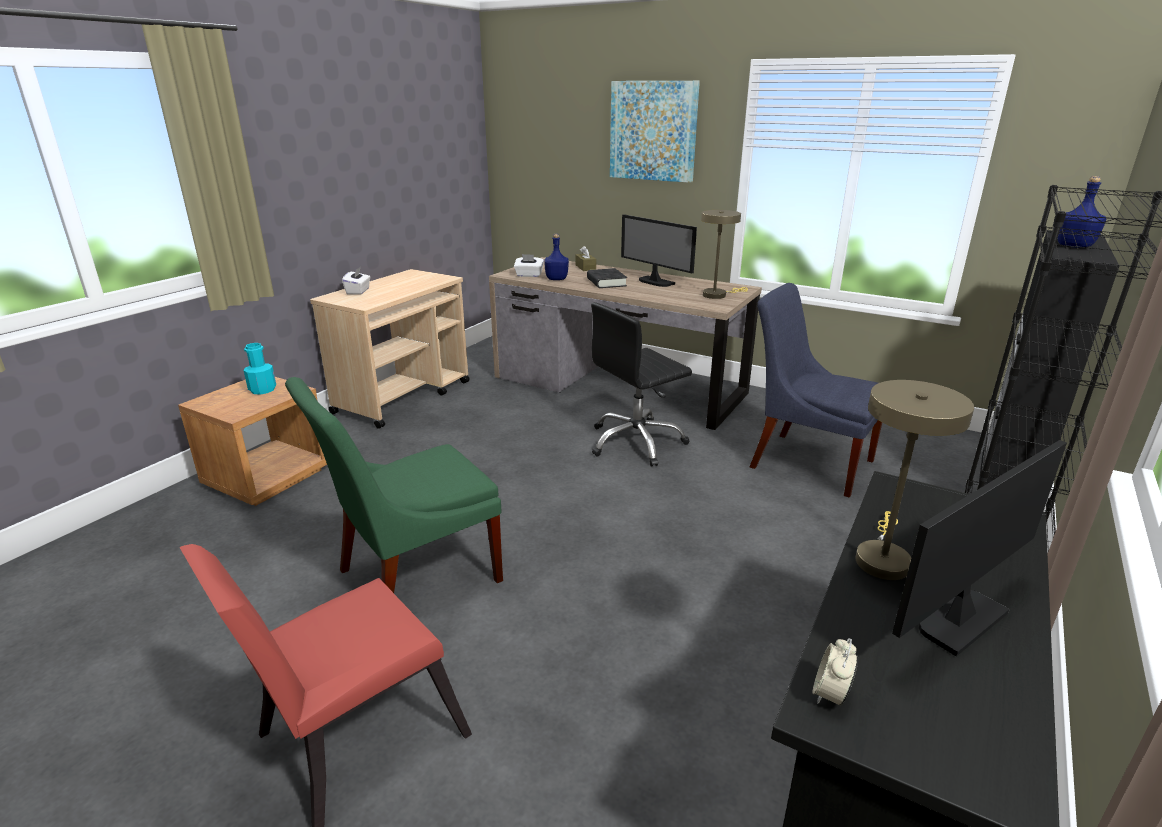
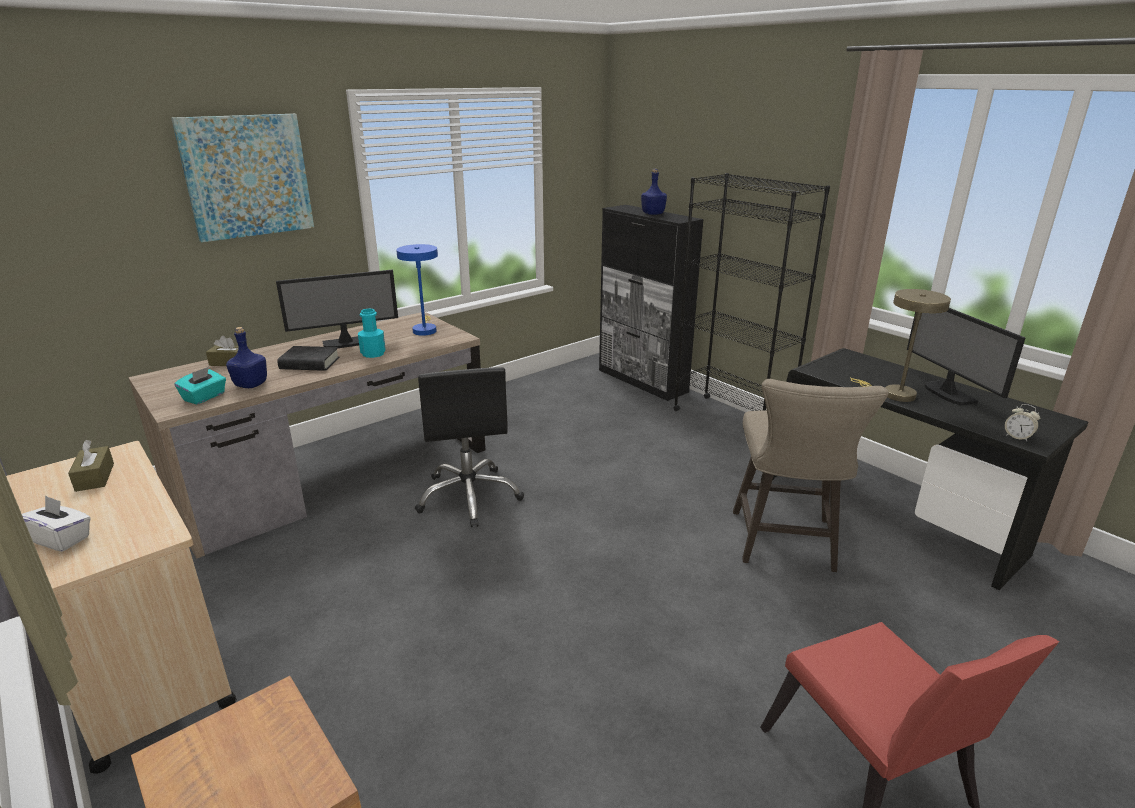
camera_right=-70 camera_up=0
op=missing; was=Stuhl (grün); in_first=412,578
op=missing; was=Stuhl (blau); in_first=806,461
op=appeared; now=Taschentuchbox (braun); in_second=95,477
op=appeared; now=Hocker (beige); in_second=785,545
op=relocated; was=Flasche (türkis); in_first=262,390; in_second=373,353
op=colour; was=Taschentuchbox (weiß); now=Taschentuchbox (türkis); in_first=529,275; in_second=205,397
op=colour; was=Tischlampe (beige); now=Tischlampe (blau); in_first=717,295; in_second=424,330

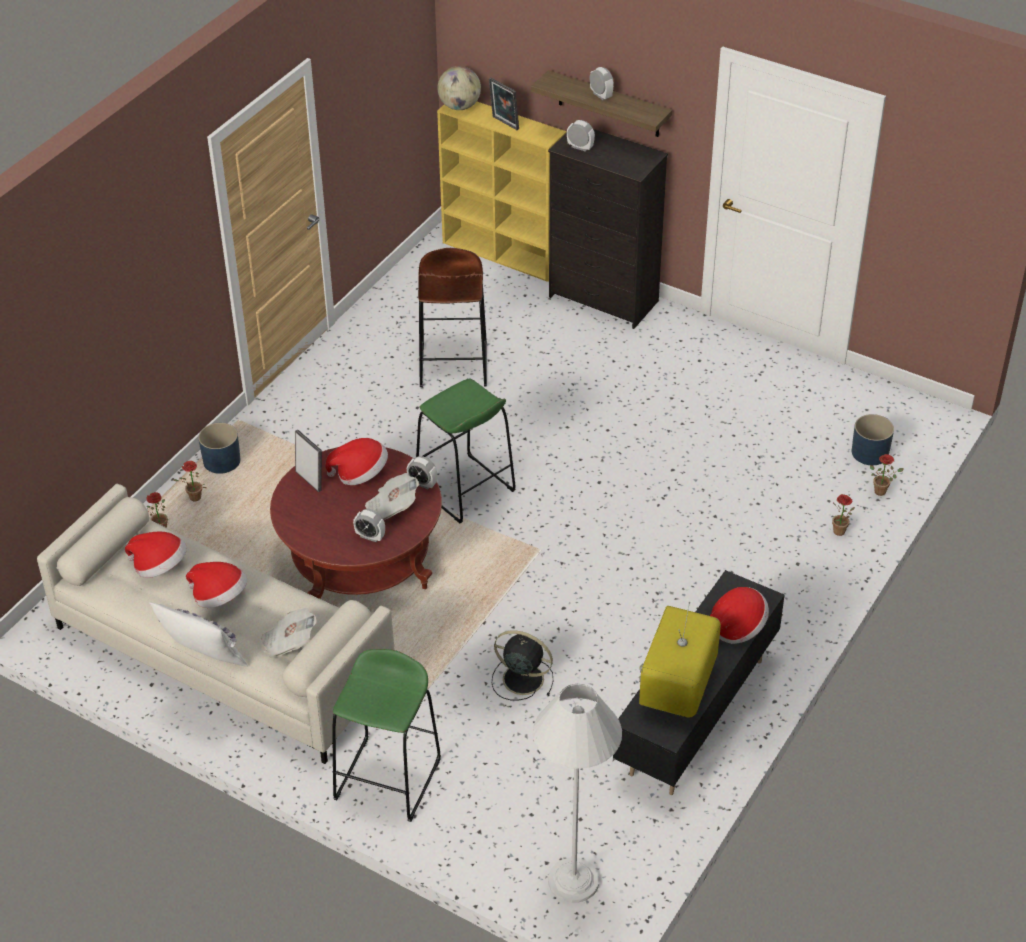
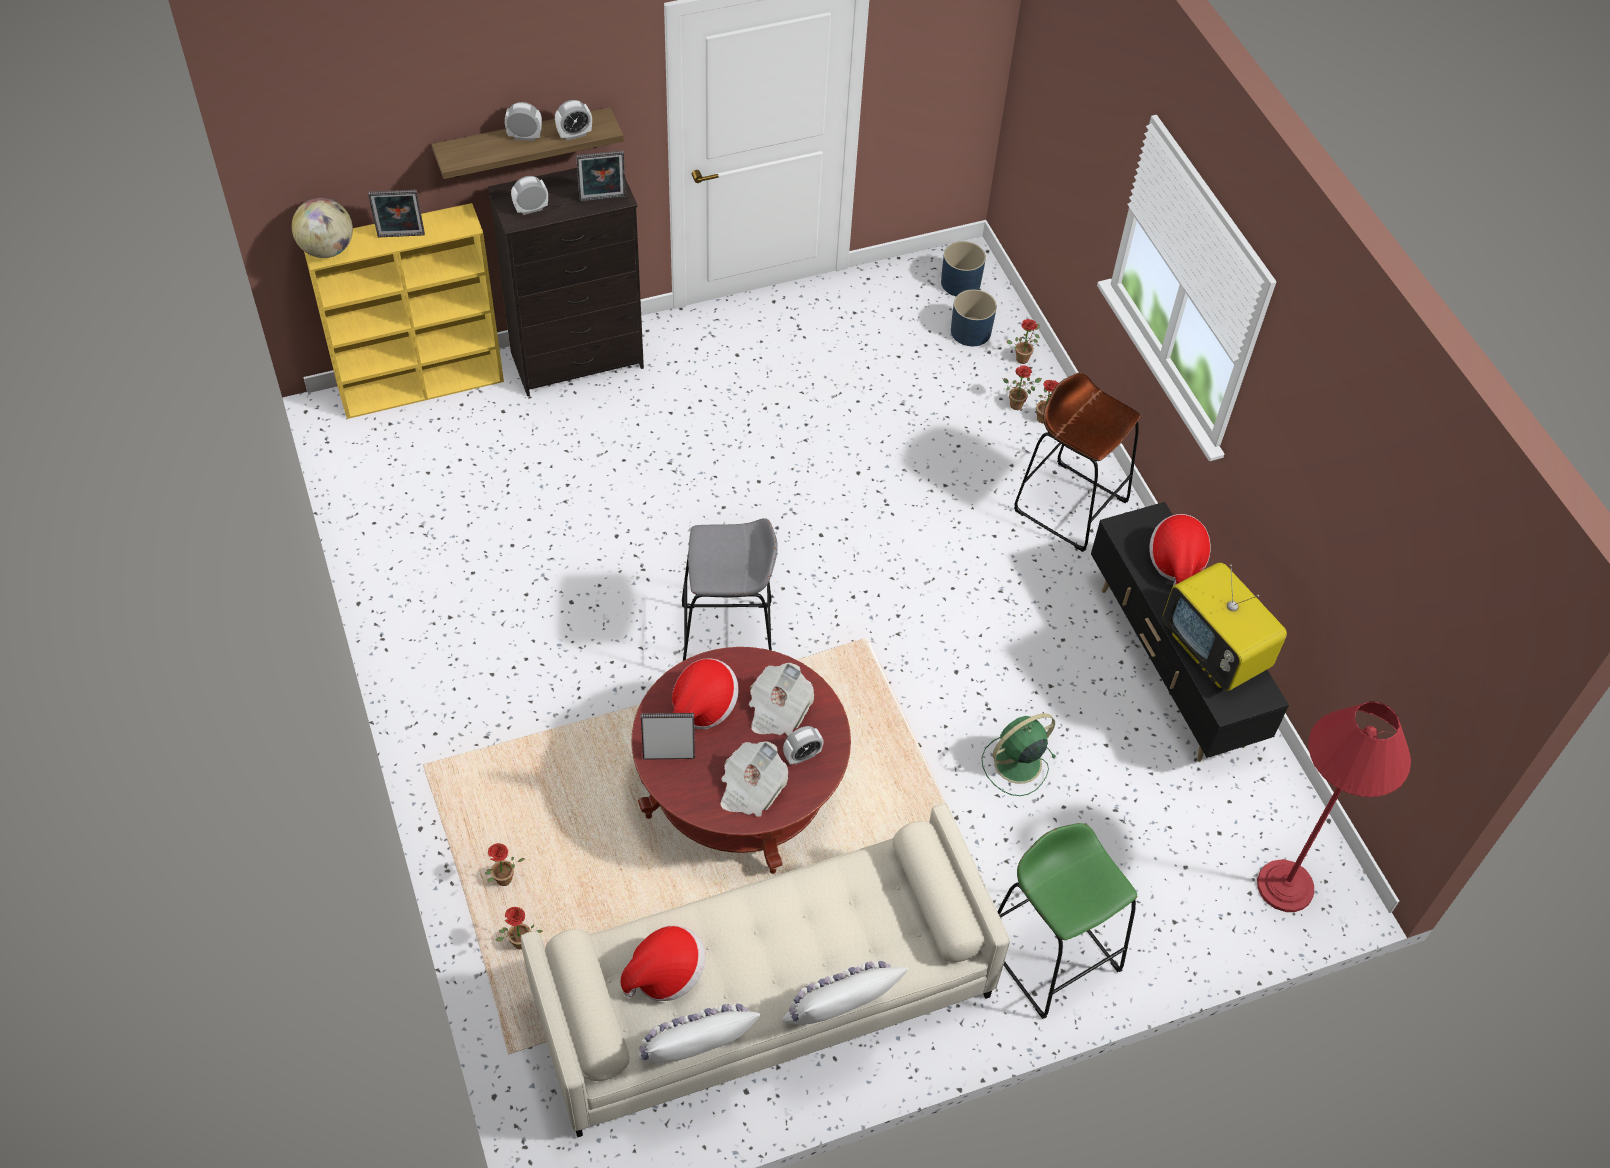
camera_right=-55 camera_up=10
op=missing; was=Hut; in_first=220,598
op=appeared; now=Bilderrahmen; in_second=602,200
op=appeared; now=Kissen (weiß); in_second=698,1057
op=appeared; now=Topfpflanze; in_second=1018,404
op=relocated; was=Pflanzkübel (blau); in_first=222,461; in_second=960,283
op=relocated; was=Zeitung; in_first=289,642; in_second=750,789
op=relocated; was=Wecker; in_first=422,483; in_second=574,134
op=relocated; was=Hocker (braun); in_first=454,365; in_second=1070,505
op=colour; was=Hocker (grün); now=Hocker (grau); in_first=465,489; in_second=727,641
op=colour; was=Ventilator (schwarz); now=Ventilator (grün); in_first=521,678; in_second=1015,764
op=colour; was=Stehlampe (weiß); now=Stehlampe (rot); in_first=573,880; in_second=1285,886

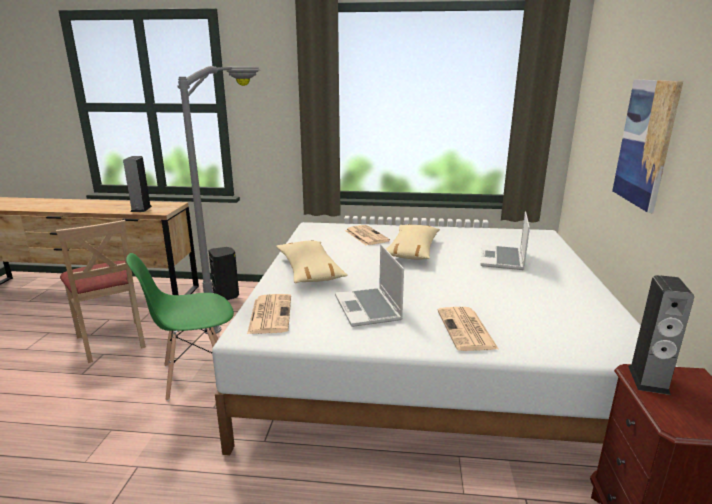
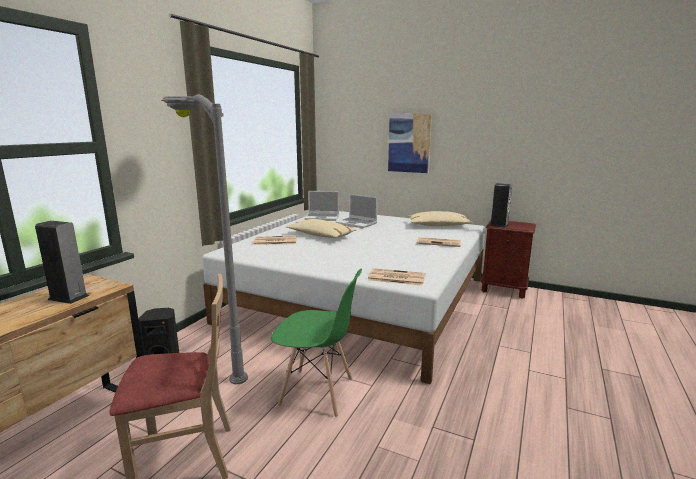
camera_right=-70 camera_up=-5
op=relocated; was=Kissen (beige); in_first=309,270; in_second=438,225
op=relocated; was=Laptop; in_first=369,309; in_second=322,217
op=spun; was=Stuhl (grün); in_first=196,375; in_second=317,392; clockwise=-75

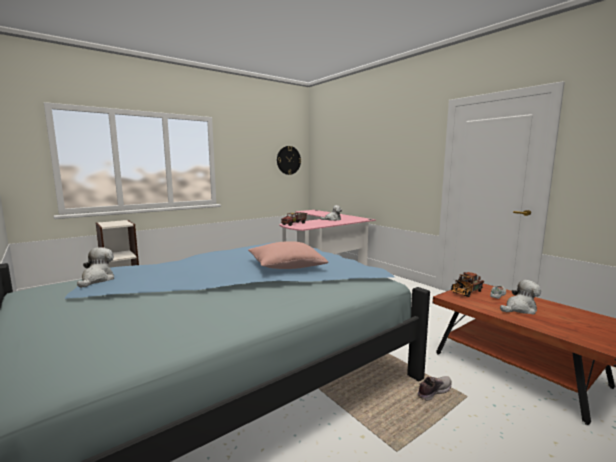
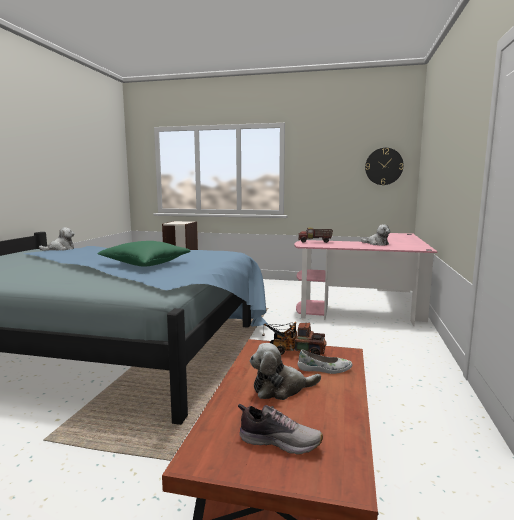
camera_right=50 camera_up=0
op=relocated; was=Schuh; in_first=433,391; in_second=279,441
op=colour; was=Kissen (rosa); now=Kissen (grün); in_first=285,266; in_second=145,264
op=spun; was=Plüschtier; in_first=520,309; in_second=281,388; clockwise=135

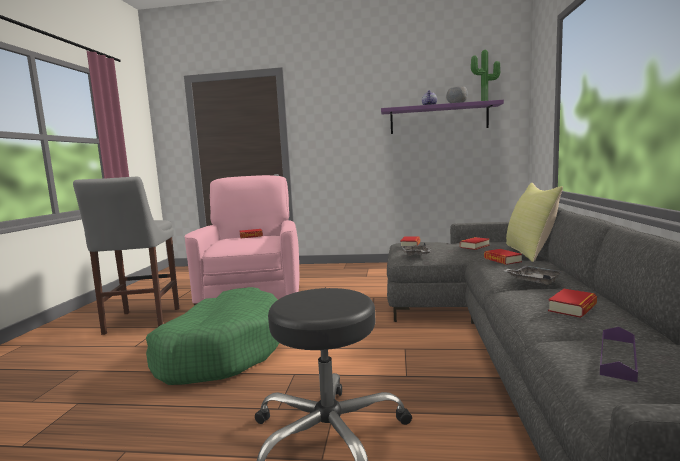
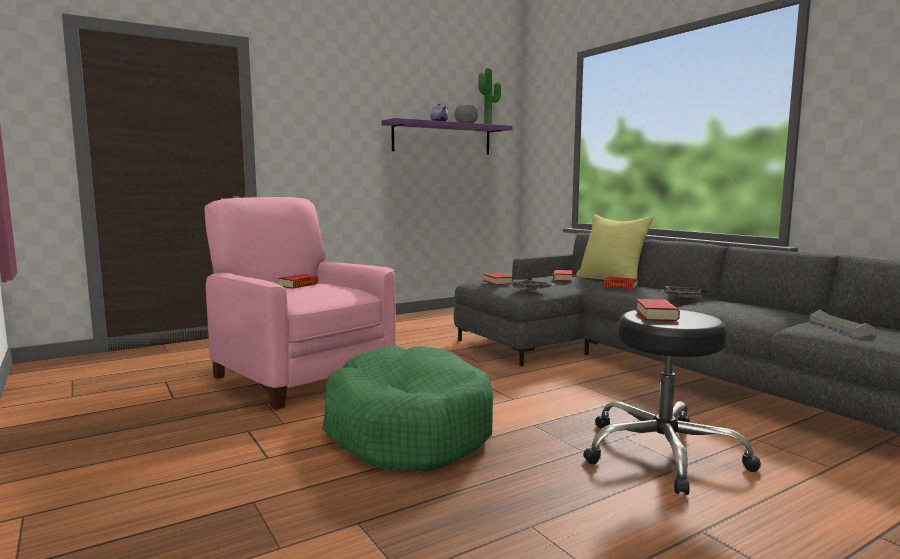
camera_right=-40 camera_up=0
op=missing; was=Hocker (grau); in_first=141,322
op=relocated; was=Buch; in_first=572,308; in_second=656,315
op=colour; was=Tablett (lila); now=Tablett (grau); in_first=618,357; in_second=840,326

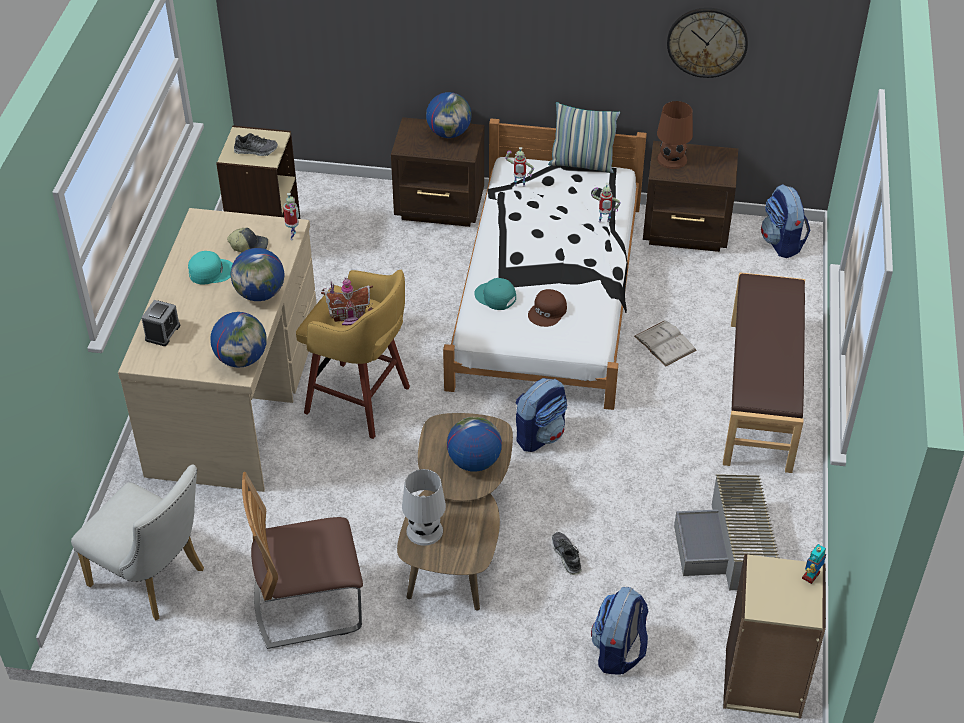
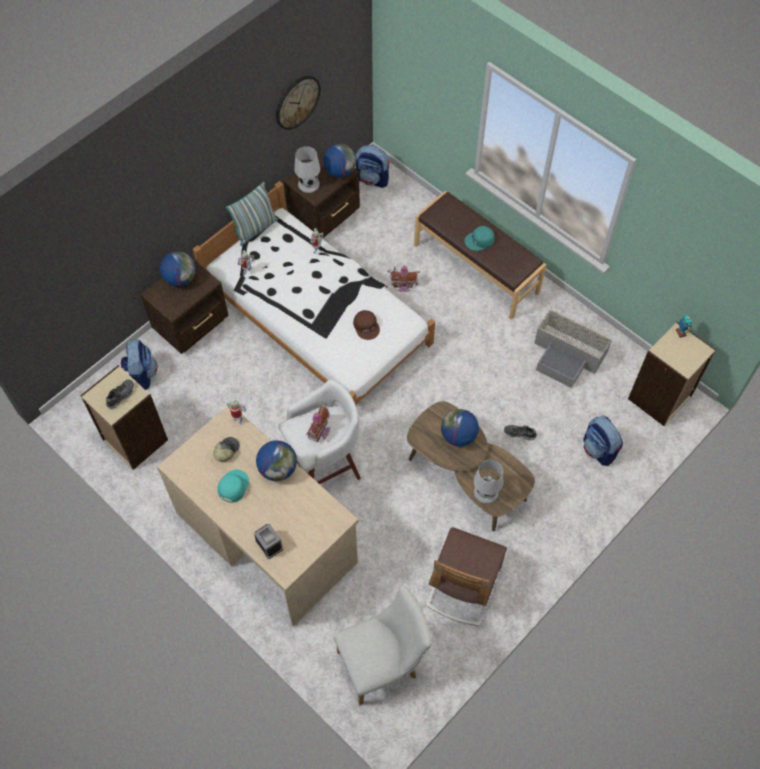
camera_right=-55 camera_up=15
op=relocated; was=Globus; in_first=241,358; in_second=340,171
op=relocated; was=Kappe (türkis); in_first=495,297; in_second=479,240
op=relocated; was=Rucksack; in_first=540,435; in_second=141,374
op=exchanged; was=Buch (weiß); now=Spielzeughaus; in_first=665,343; in_second=403,286
op=colour; was=Hocker (gelb); now=Hocker (weiß); in_first=360,401; in_second=325,468
op=colour; was=Tischlampe (braun); now=Tischlampe (weiß); in_first=671,159; in_second=308,184

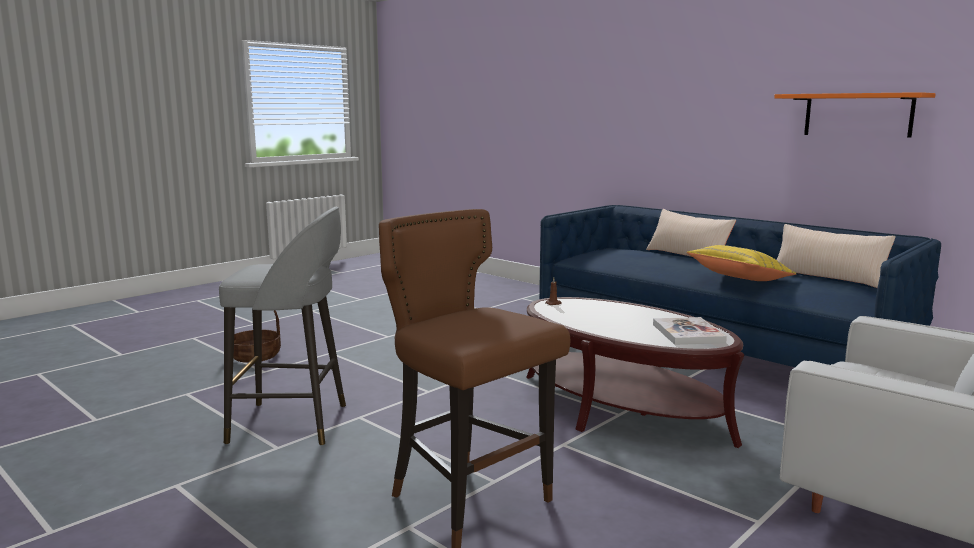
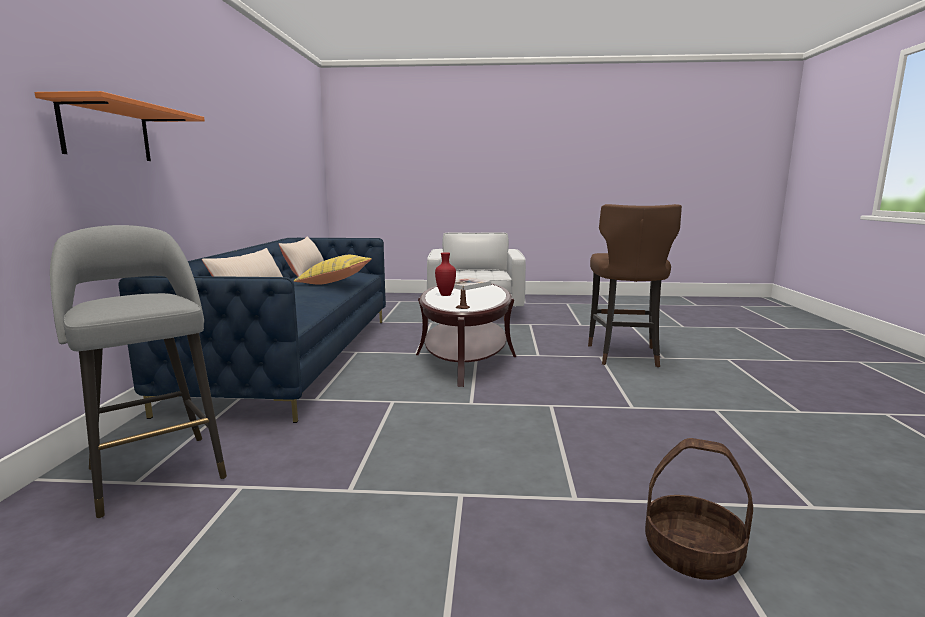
camera_right=-130 camera_up=0
op=appeared; now=Vase (rot); in_second=446,295
op=relocated; was=Hocker (grau); in_first=292,424; in_second=156,471
op=relocated; was=Wandregal (orange); in_first=857,115; in_second=106,132

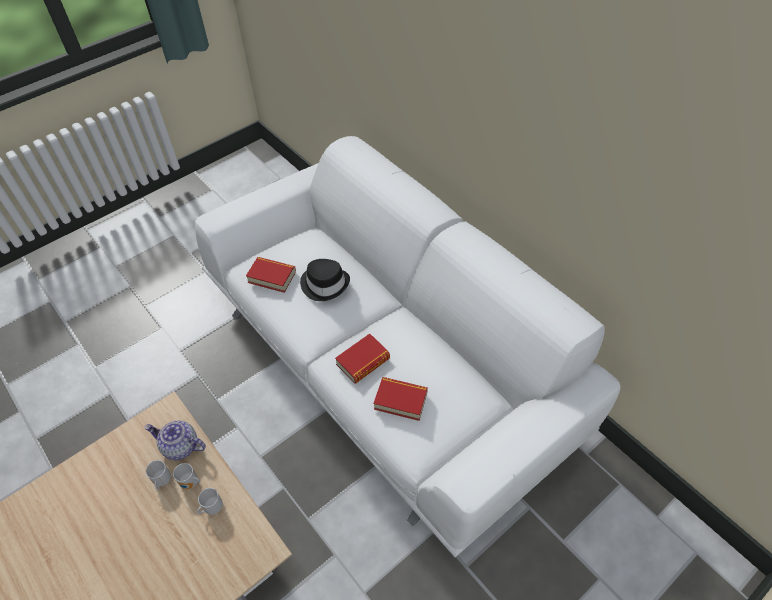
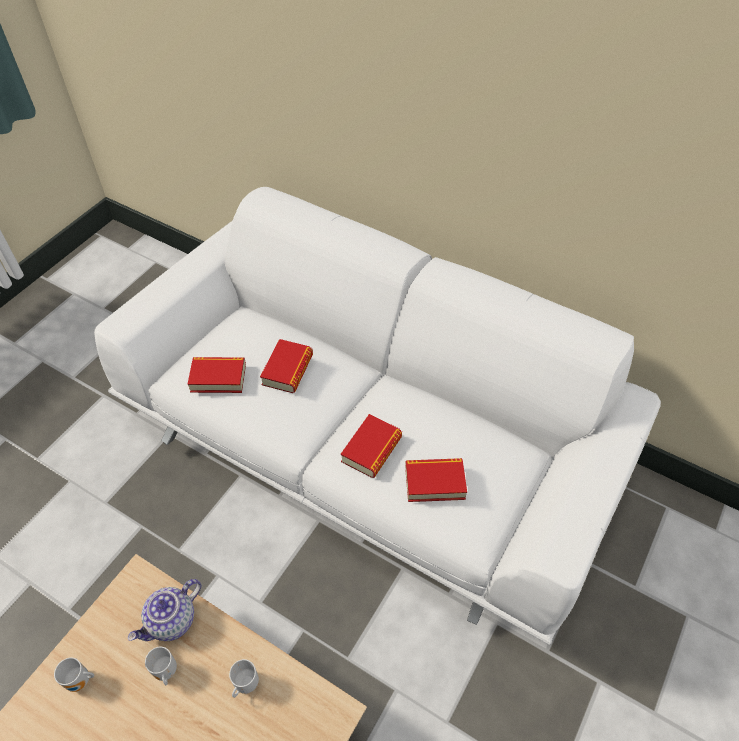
camera_right=-20 camera_up=0
op=relocated; was=Henkelbecher; in_first=190,483; in_second=80,682
op=exchanged; was=Hut (schwarz); now=Buch; in_first=325,284; in_second=287,370
op=spun; was=Teekanne; in_first=180,447; in_second=172,621; clockwise=-45

